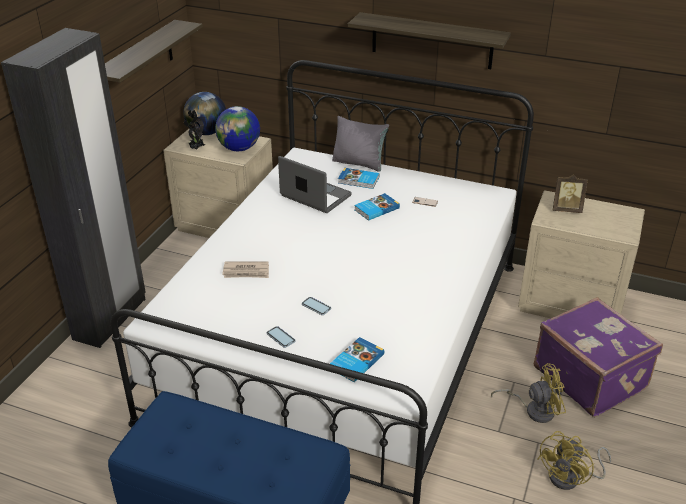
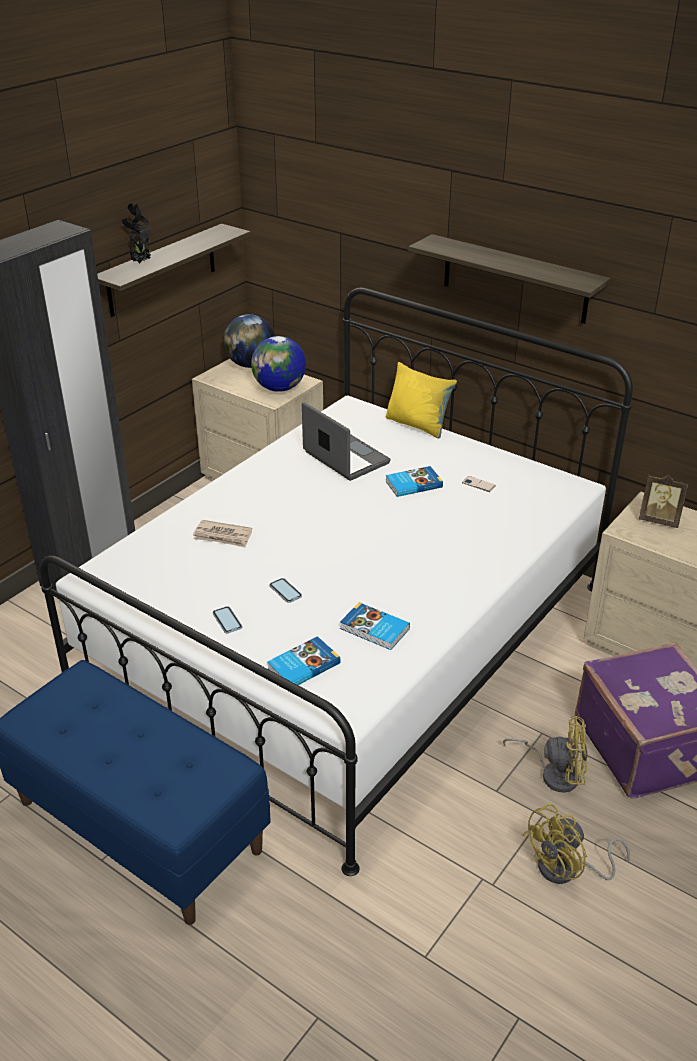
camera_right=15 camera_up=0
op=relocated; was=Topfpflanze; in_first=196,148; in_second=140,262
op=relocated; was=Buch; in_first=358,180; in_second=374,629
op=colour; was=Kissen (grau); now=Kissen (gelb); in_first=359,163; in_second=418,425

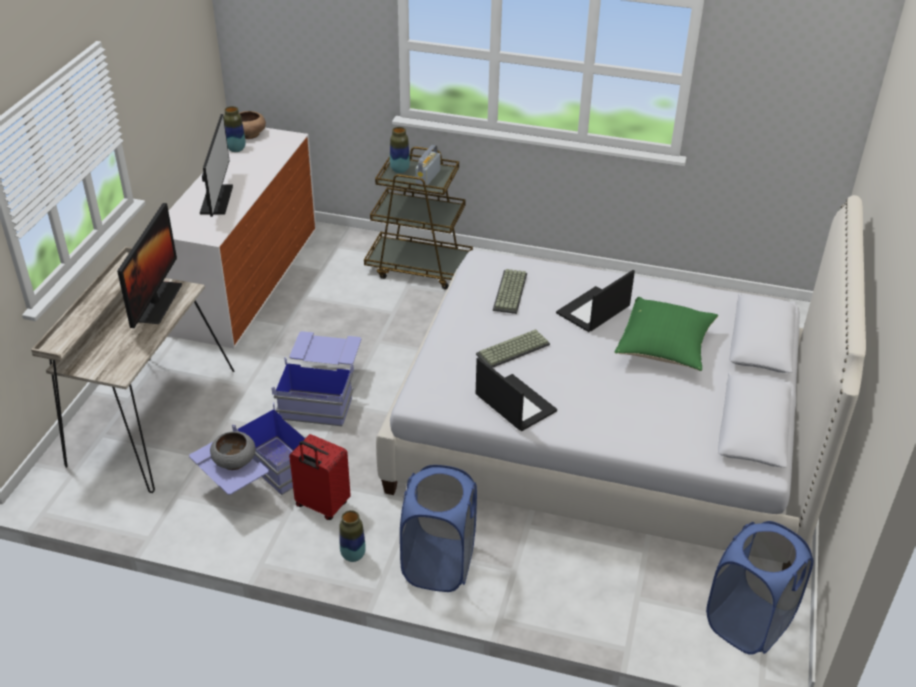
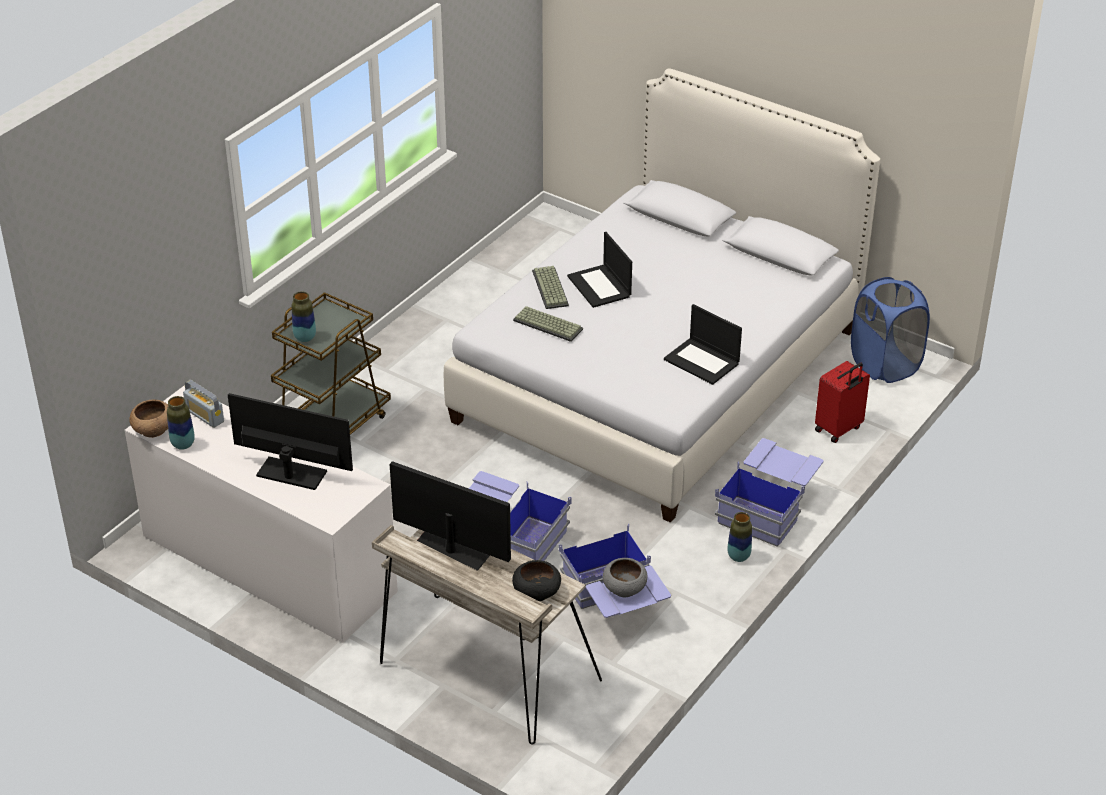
camera_right=-70 camera_up=0
op=missing; was=Kissen (grün); in_first=664,349
op=appeared; now=Schüssel (schwarz); in_second=536,592
op=relocated; was=Koffer (rot); in_first=321,505; in_second=839,429
op=relocated; was=Radio; in_first=428,177; in_second=205,416
op=relocated; was=Tastatur; in_first=513,350; in_second=551,288
op=exchanged; was=Wäschekorb (blau); now=Aufbewahrungsbox (blau); in_first=439,564; in_second=768,508
op=spun; was=Laptop; in_first=514,403; in_second=702,361; clockwise=-120

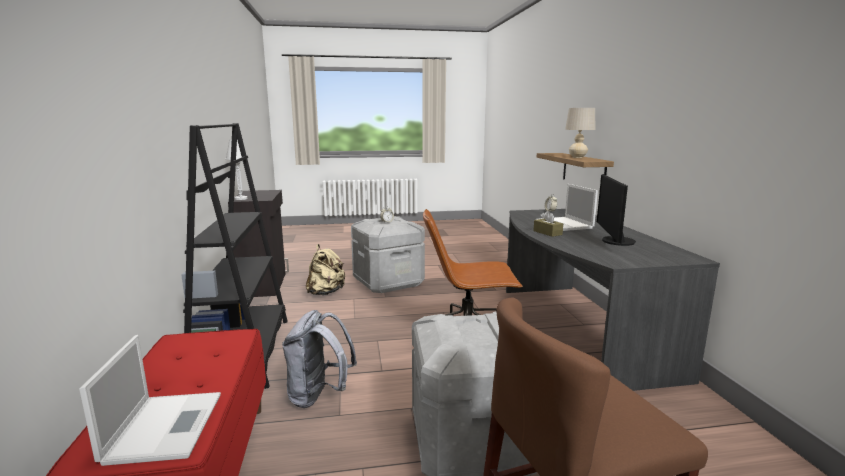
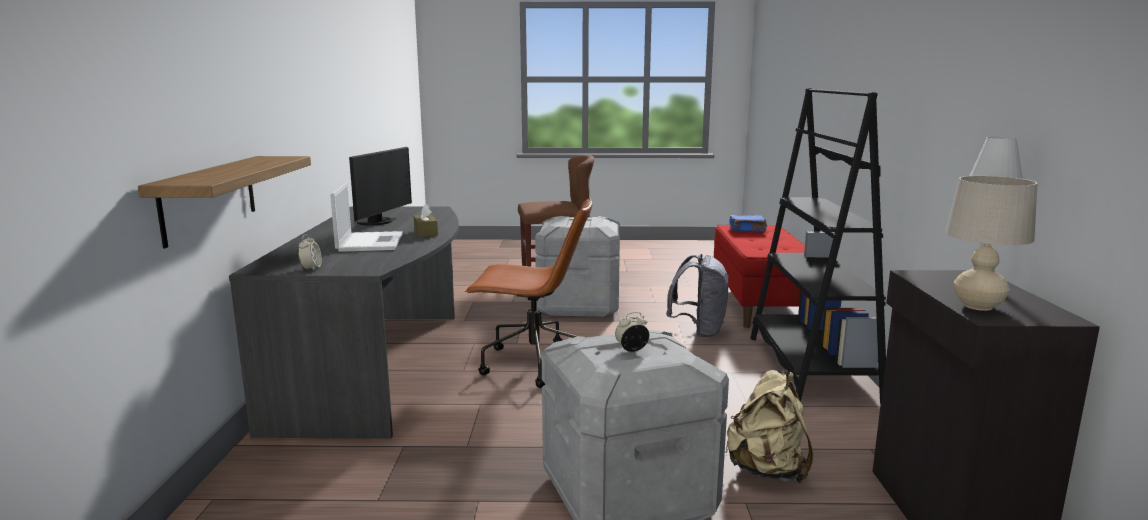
camera_right=-170 camera_up=0
op=relocated; was=Tischlampe (beige); in_first=577,157; in_second=977,306
op=exchanged; was=Laptop; now=Buch (blau); in_first=165,425; in_second=747,230

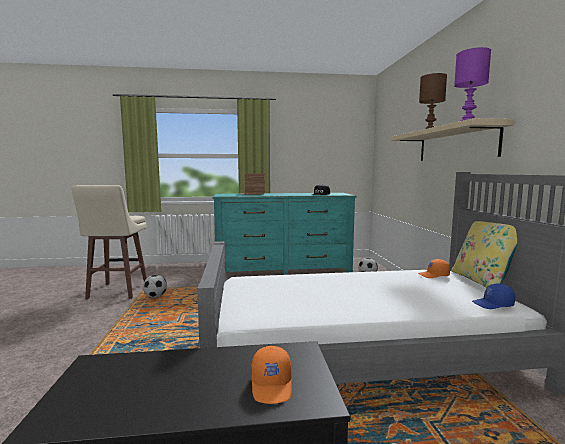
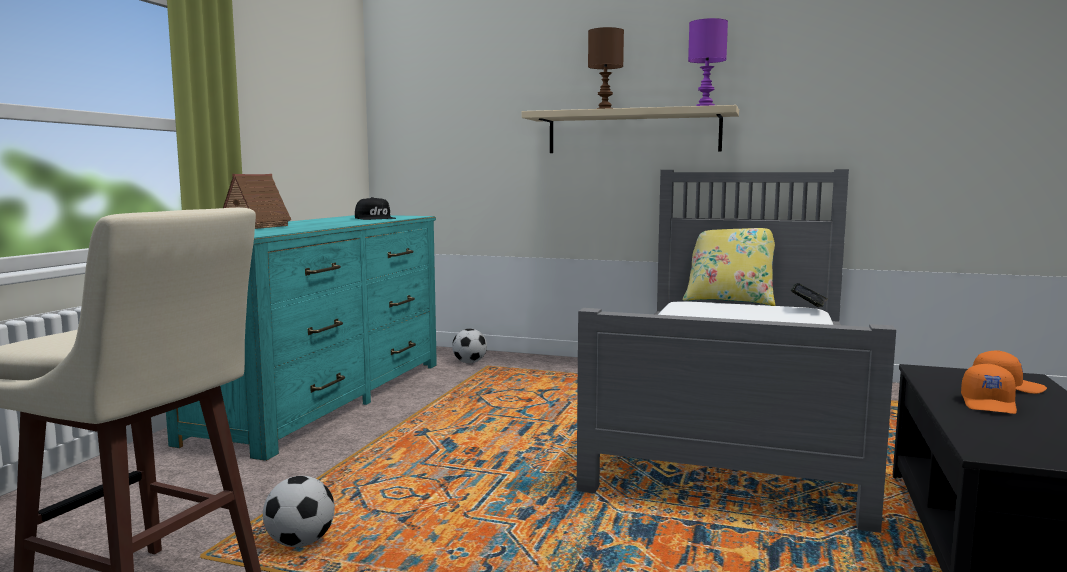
camera_right=-65 camera_up=0
op=relocated; was=Kappe (orange); in_first=434,275; in_second=989,404
op=exchanged; was=Kappe (blau); now=Buch; in_first=493,304; in_second=807,310

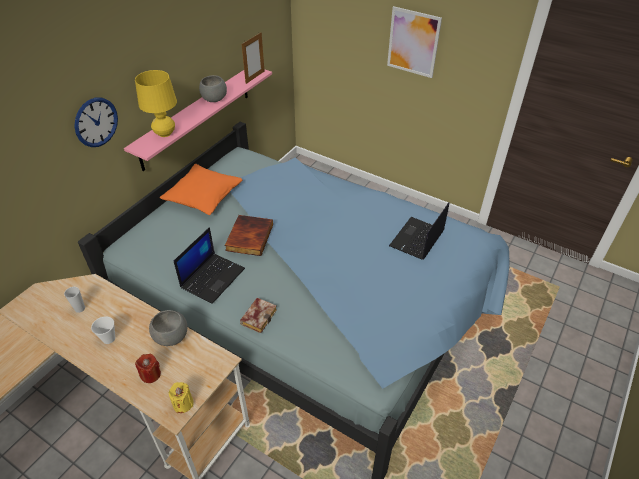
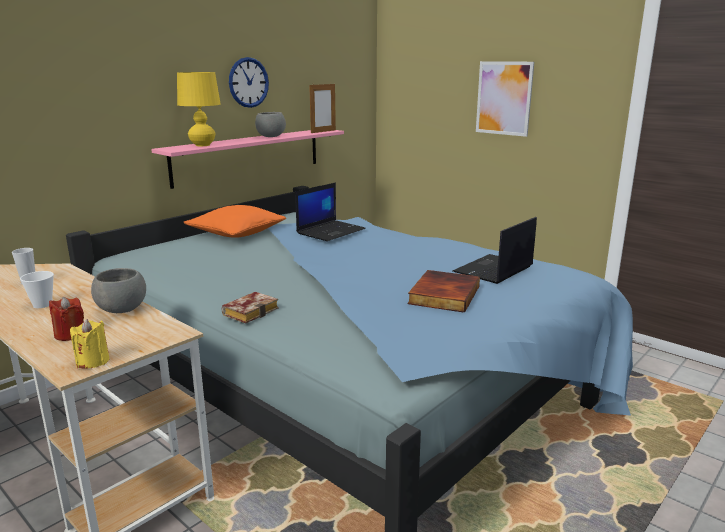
camera_right=10 camera_up=-25
op=relocated; was=Wanduhr; in_first=96,122; in_second=248,82
op=relocated; was=Laptop; in_first=212,277; in_second=331,231
op=relocated; was=Buch; in_first=248,237; in_second=443,294

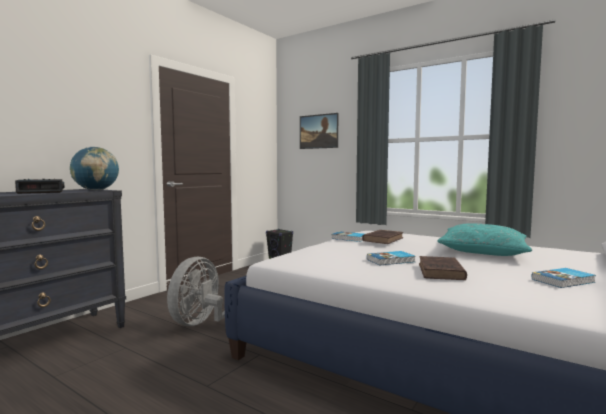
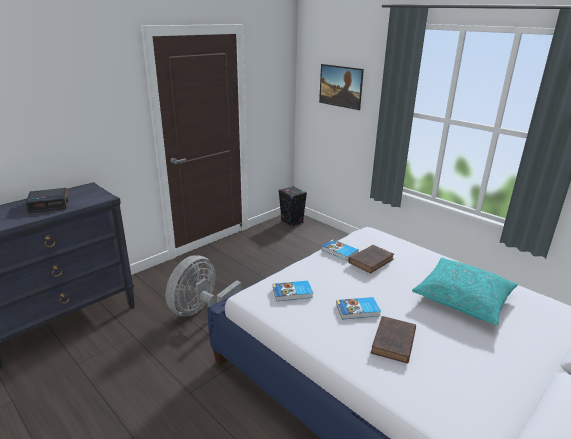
camera_right=10 camera_up=20
op=missing; was=Globus; in_first=96,190
op=relocated; was=Buch; in_first=564,281; in_second=293,293

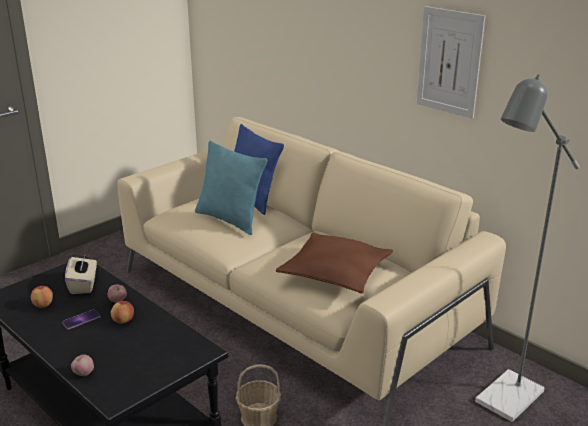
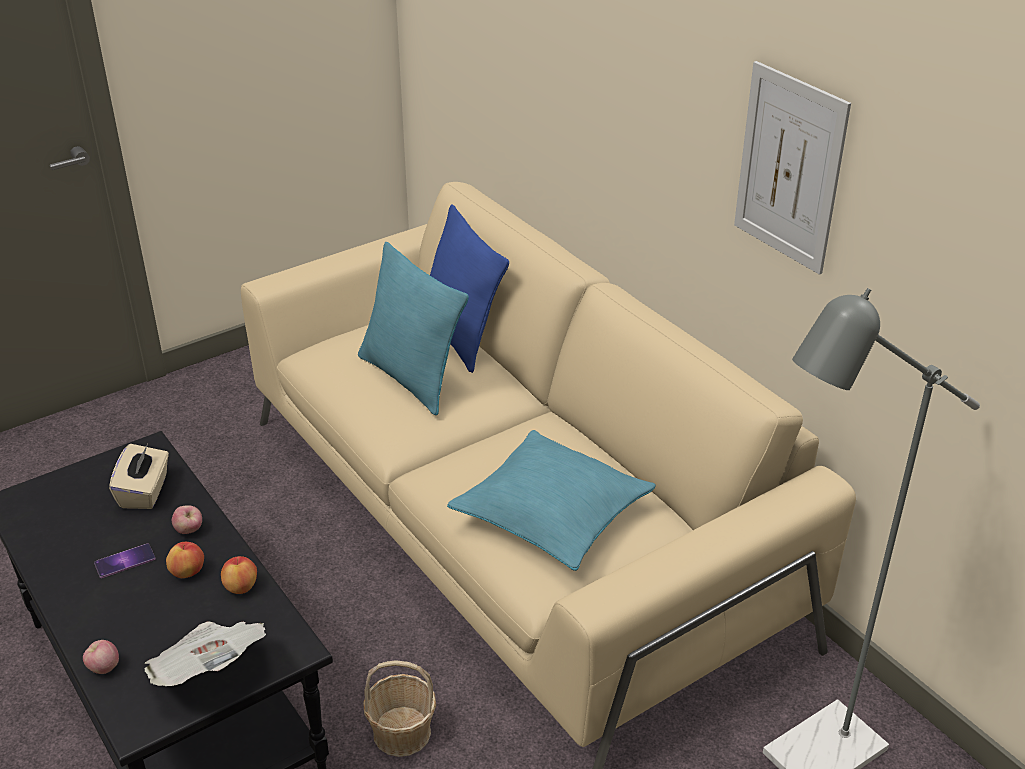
camera_right=10 camera_up=10
op=appeared; now=Zeitung; in_second=209,672
op=relocated; was=Apfel; in_first=43,305; in_second=241,587
op=colour; was=Kissen (braun); now=Kissen (türkis); in_first=335,273; in_second=552,513

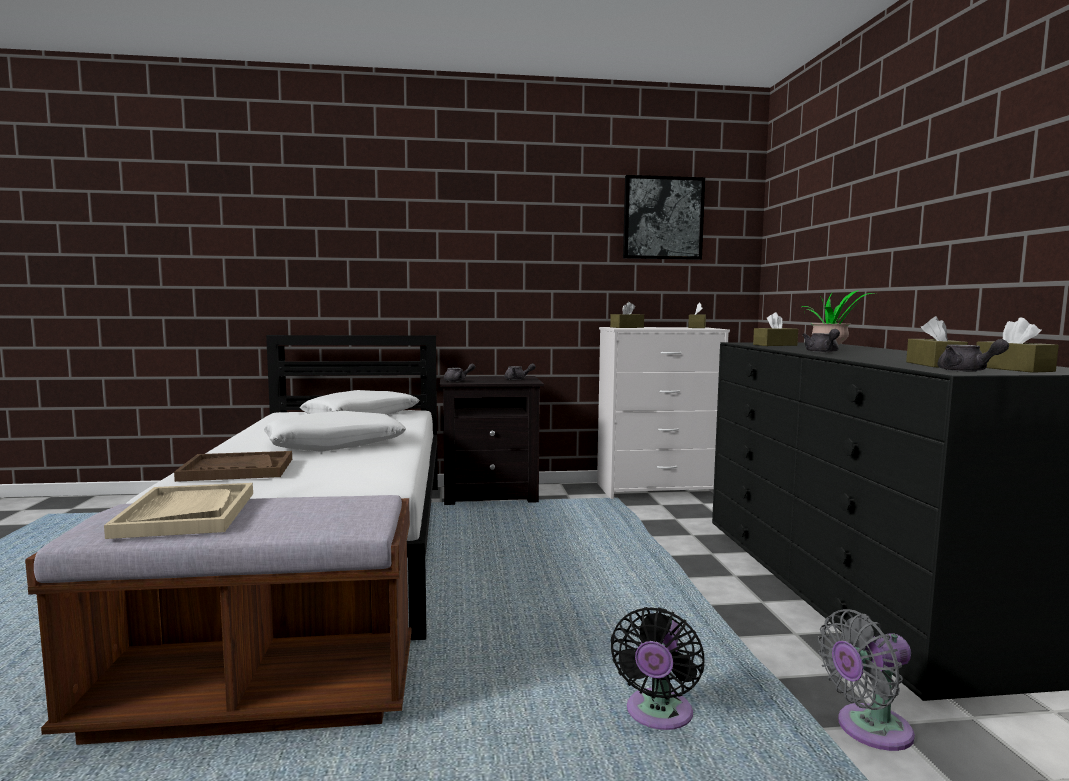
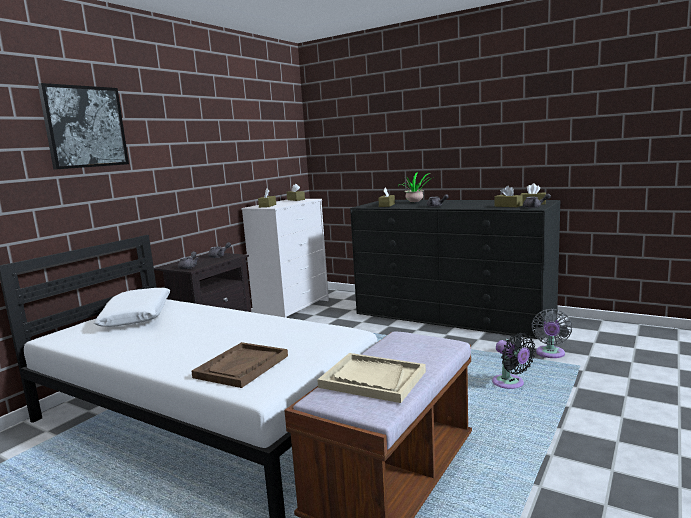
camera_right=-50 camera_up=5
op=missing; was=Kissen (weiß); in_first=335,445
op=relocated; was=Bild; in_first=662,218; in_second=85,127

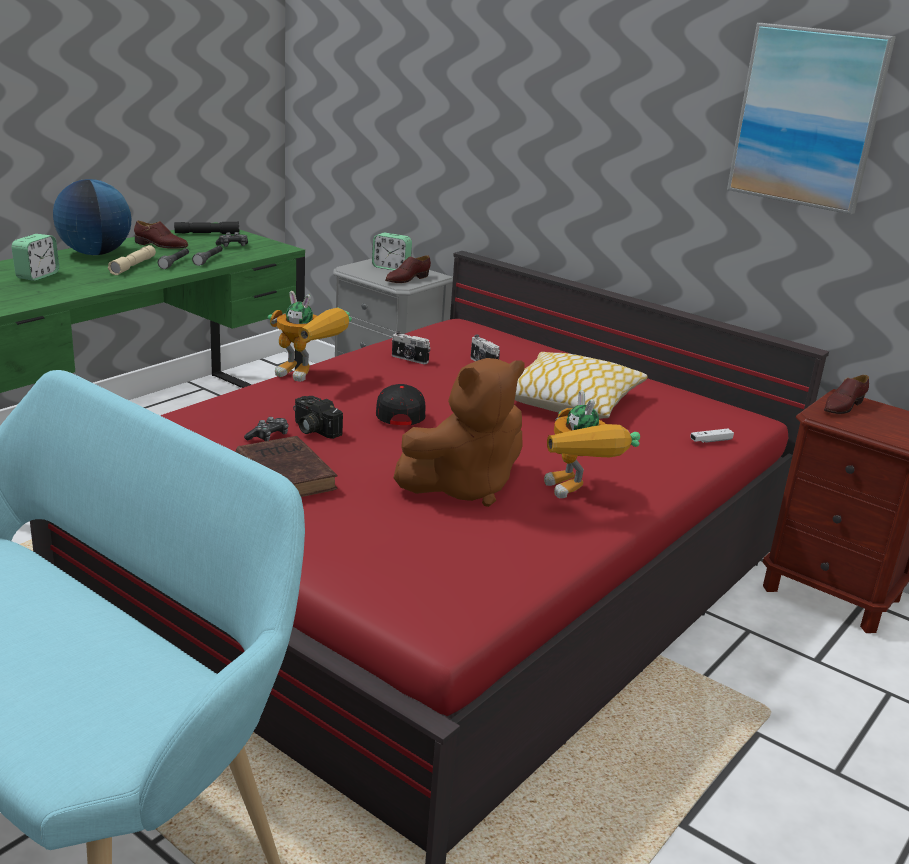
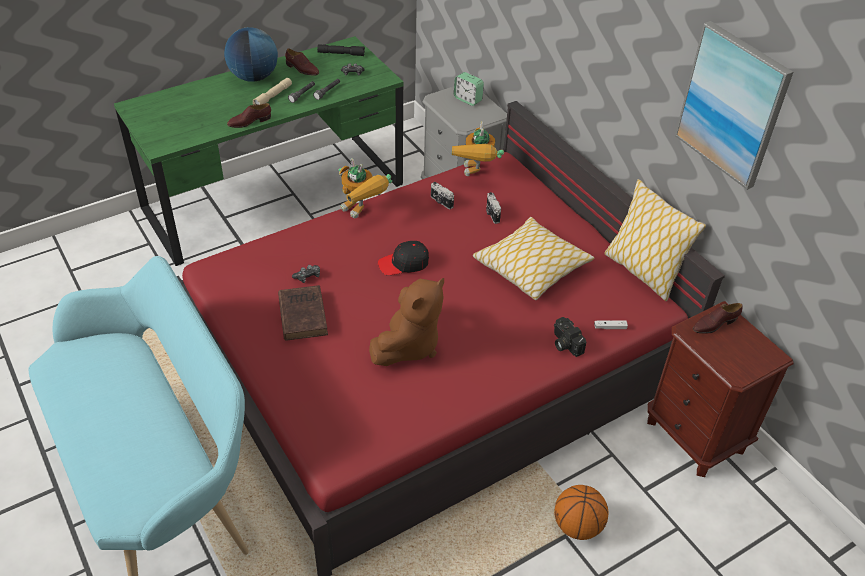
camera_right=20 camera_up=20
op=missing; was=Wecker; in_first=37,276
op=appeared; now=Basketball; in_second=577,526
op=appeared; now=Kissen; in_second=642,272
op=relocated; was=Kamera; in_first=313,429; in_second=564,343
op=relocated; was=Schuh (braun); in_first=407,279; in_second=249,122
op=relocated; was=Spielzeugroboter; in_first=577,495; in_second=476,175
op=spun; was=Kappe (schwarz); in_first=399,413; in_second=404,264; clockwise=-120
op=spun; was=Plüschtier (braun); in_first=463,487; in_second=408,345; clockwise=-45

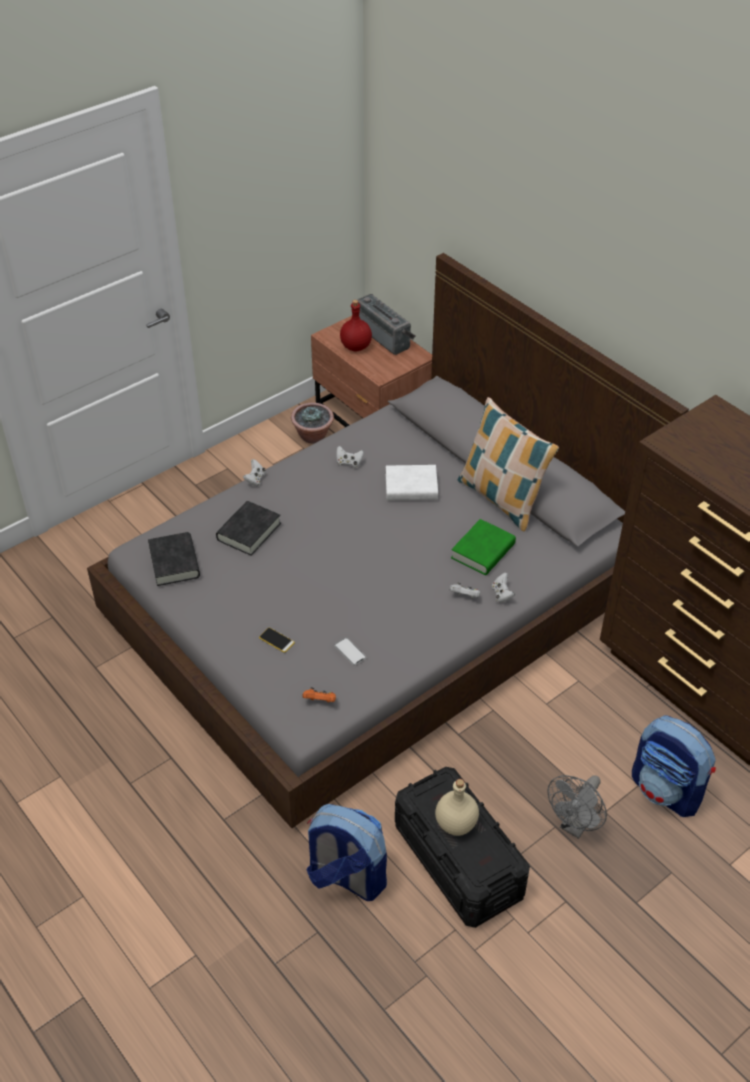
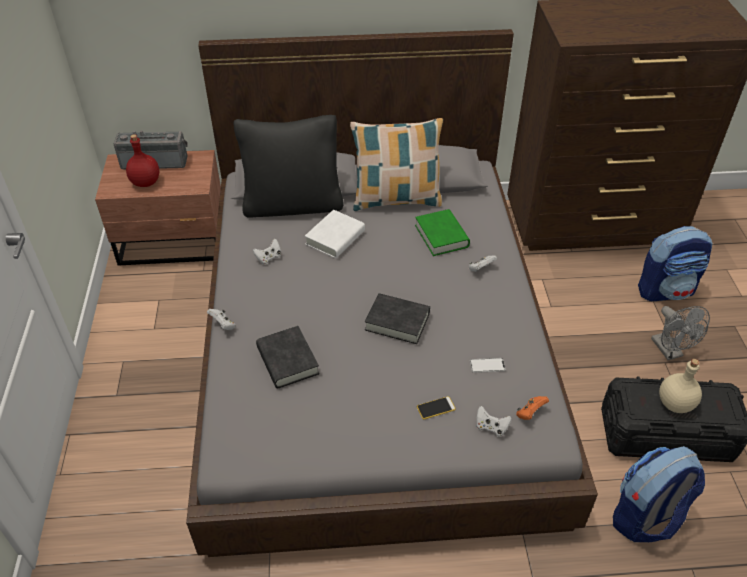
camera_right=-55 camera_up=0
op=missing; was=Topfpflanze; in_first=313,436
op=appeared; now=Kissen (schwarz); in_second=293,204
op=relocated; was=Buch (schwarz); in_first=174,563; in_second=397,322
op=relocated; was=Gamepad (weiß); in_first=501,594; in_second=491,427

